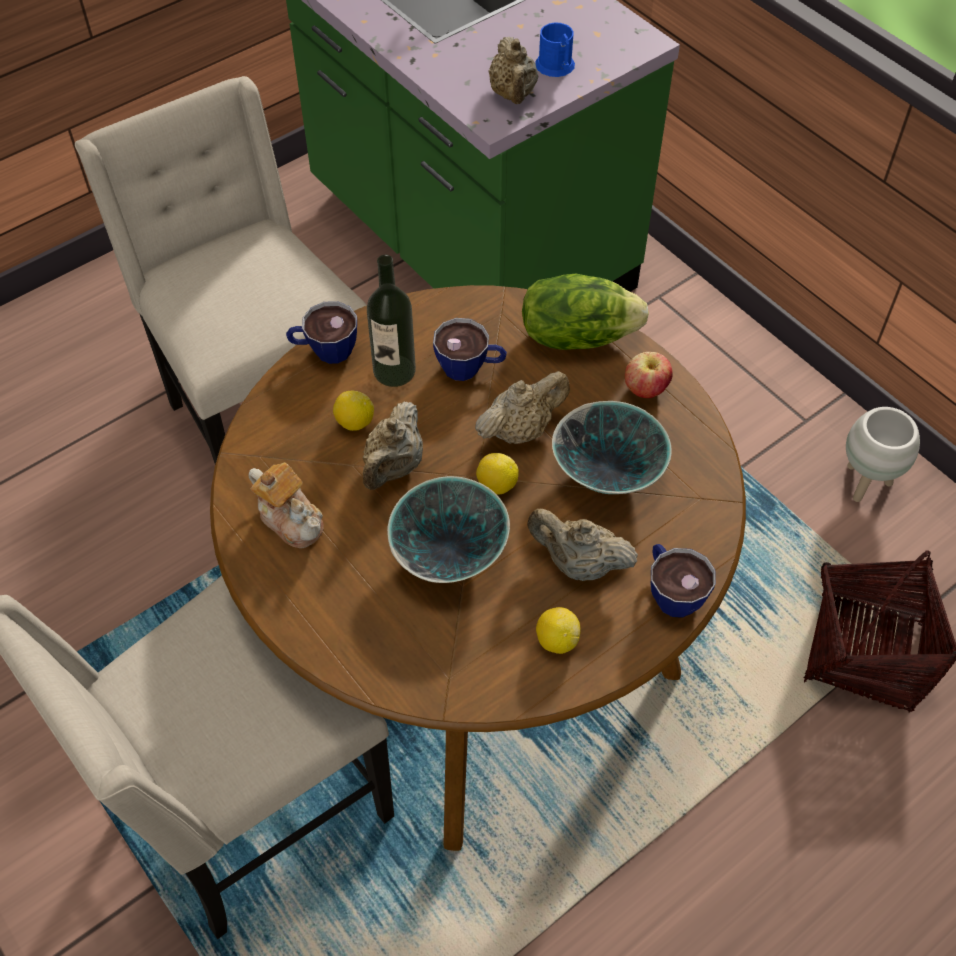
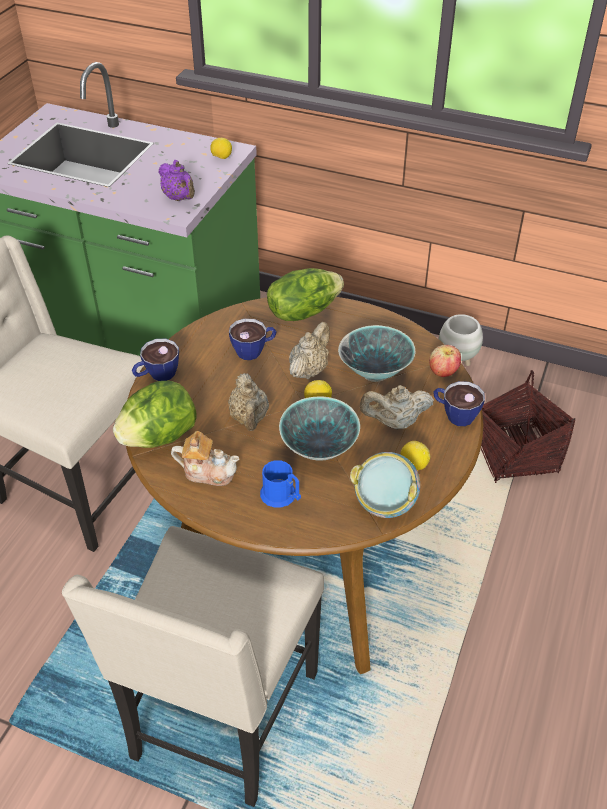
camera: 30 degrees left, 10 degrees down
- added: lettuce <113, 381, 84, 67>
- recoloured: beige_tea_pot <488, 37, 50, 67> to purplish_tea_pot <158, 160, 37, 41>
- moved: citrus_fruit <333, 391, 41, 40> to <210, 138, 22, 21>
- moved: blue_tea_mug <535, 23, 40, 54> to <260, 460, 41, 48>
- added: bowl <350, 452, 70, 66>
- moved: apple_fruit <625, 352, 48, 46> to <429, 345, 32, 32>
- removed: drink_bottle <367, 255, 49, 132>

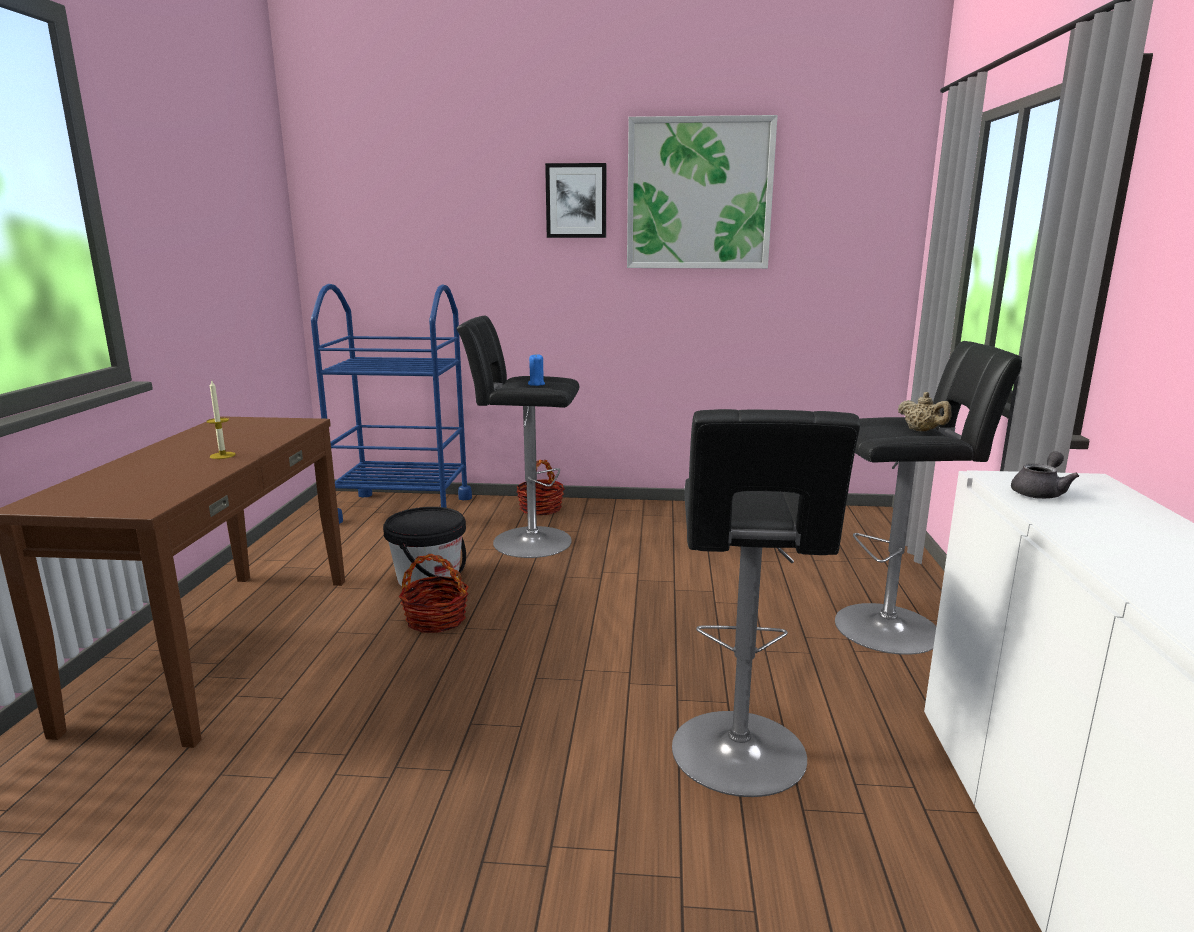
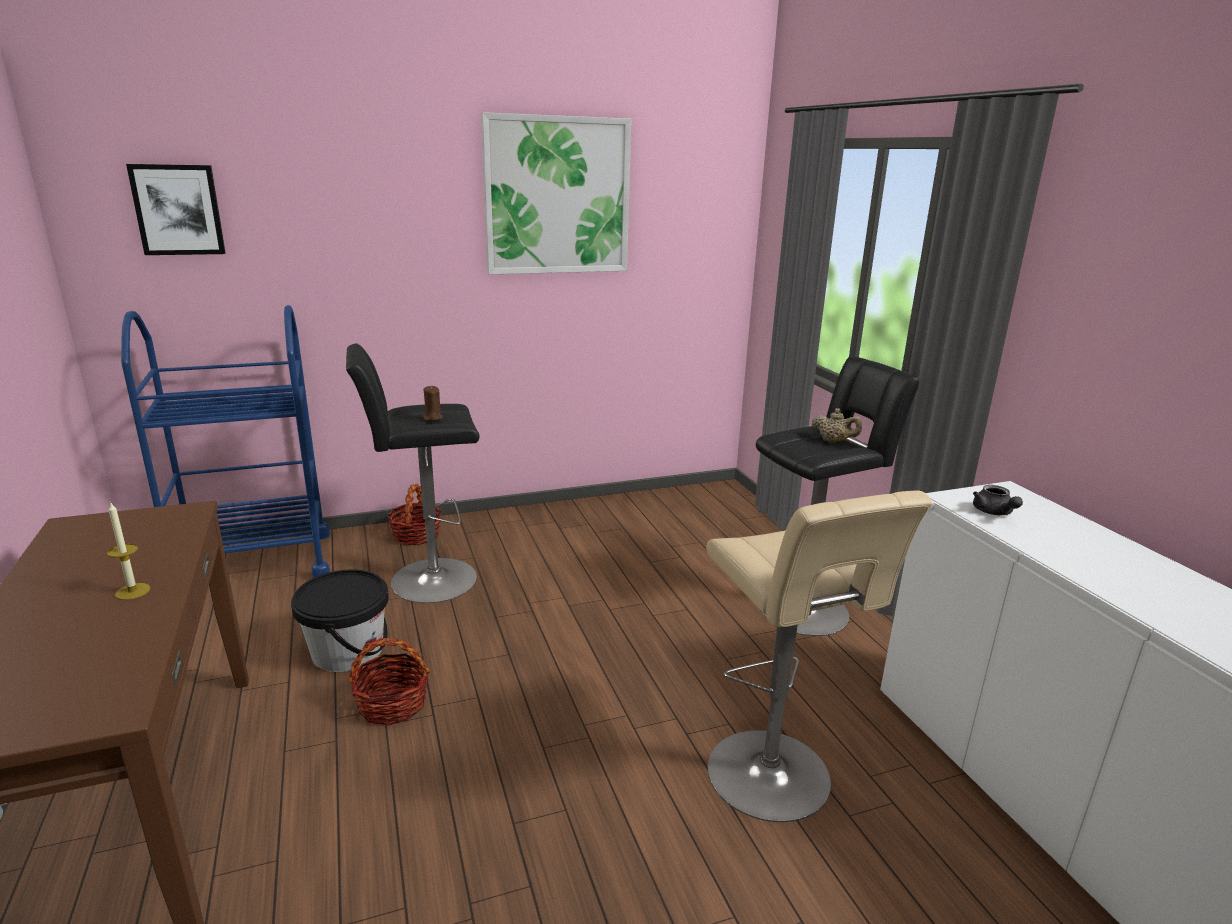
camera: 25 degrees left, 5 degrees up
- moved: wall_art <545, 163, 61, 75> to <126, 164, 100, 91>
- recoloured: blue_candle <528, 354, 17, 32> to brownish_candle <422, 386, 21, 35>
- recoloured: black-coloured_stool <672, 409, 188, 388> to beige_stool <706, 490, 226, 332>
- turned: grey_tea_pot <1011, 451, 68, 48> = <973, 485, 50, 30> 150 degrees clockwise

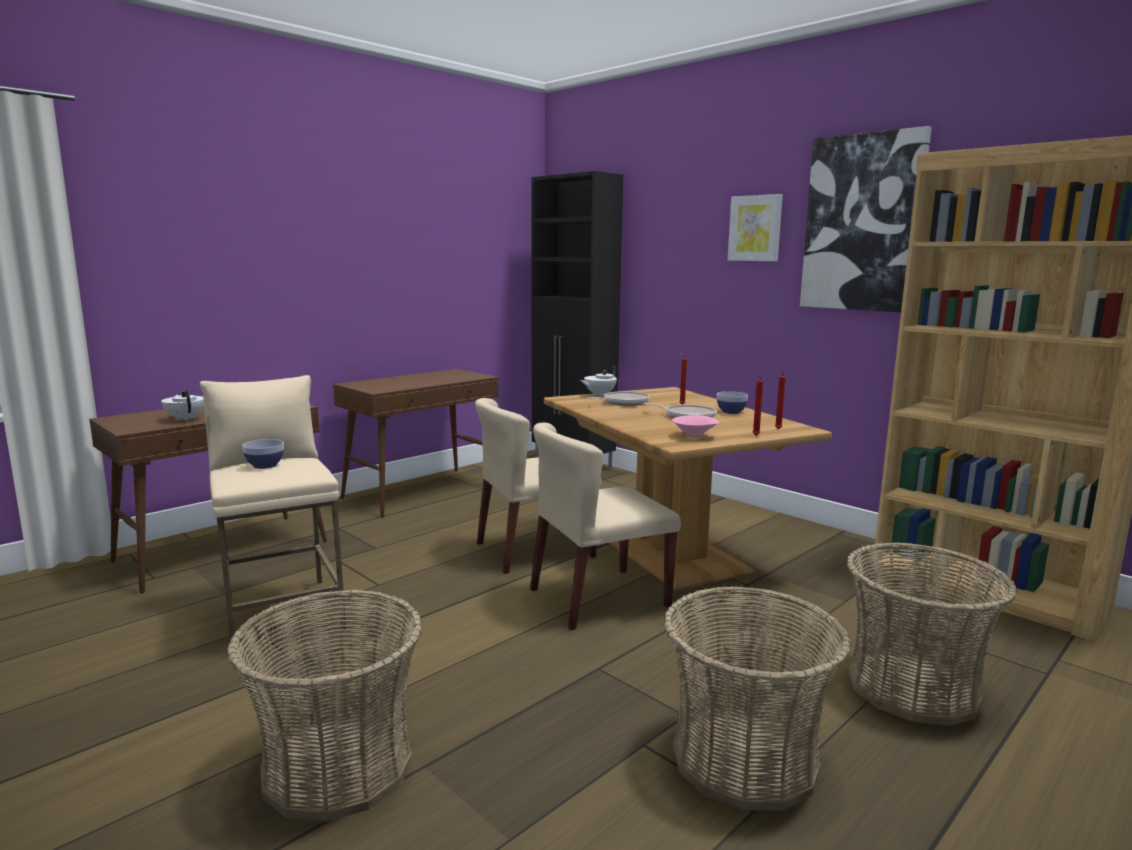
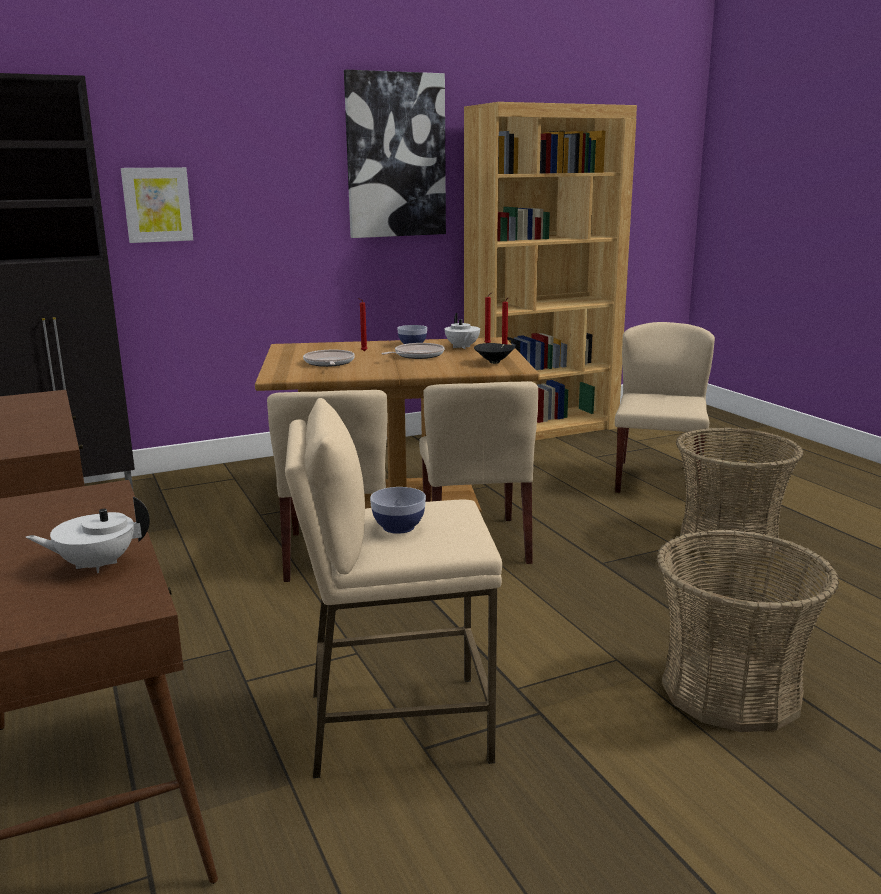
camera: 70 degrees left, 5 degrees up
- moved: wall_art <728, 194, 55, 67> to <121, 167, 72, 76>
- moved: white-coloured_tea_pot <580, 365, 39, 31> to <444, 313, 36, 36>
- recoloured: pinkish_bowl <672, 415, 47, 23> to black-coloured_bowl <474, 343, 41, 21>
- replaced: storage_basket <846, 542, 171, 184> to beige_chair <615, 322, 100, 176>

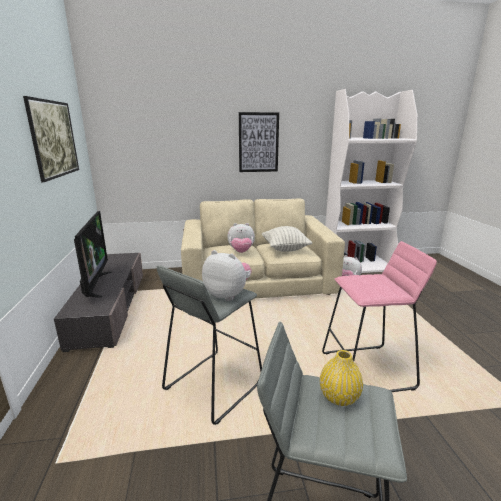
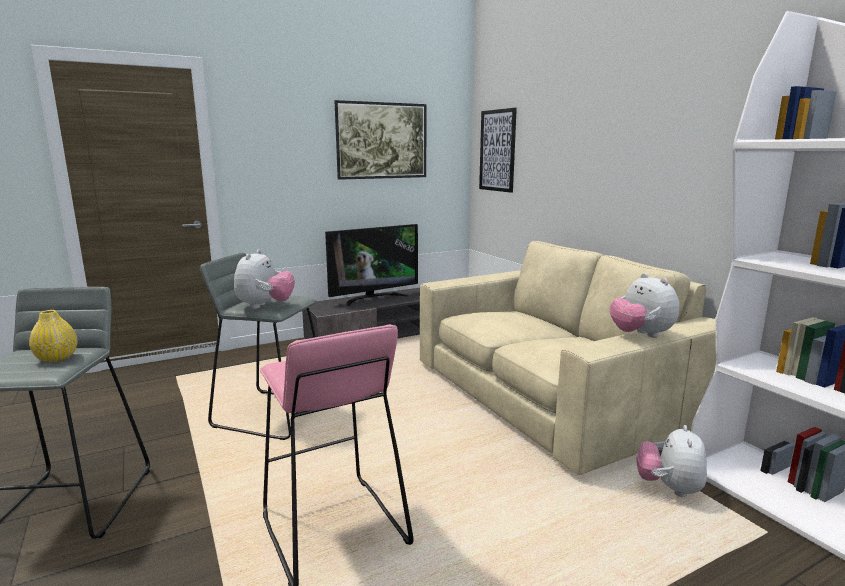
camera: 70 degrees right, 5 degrees down
- moved: wall_art <239, 112, 40, 60> to <479, 108, 38, 85>
- moved: soft_toy <227, 223, 28, 30> to <610, 273, 69, 65>
- removed: pillow <262, 226, 50, 26>

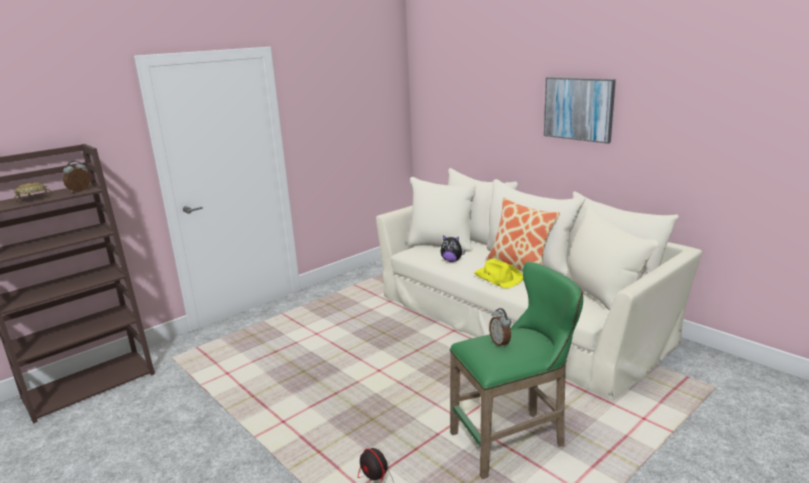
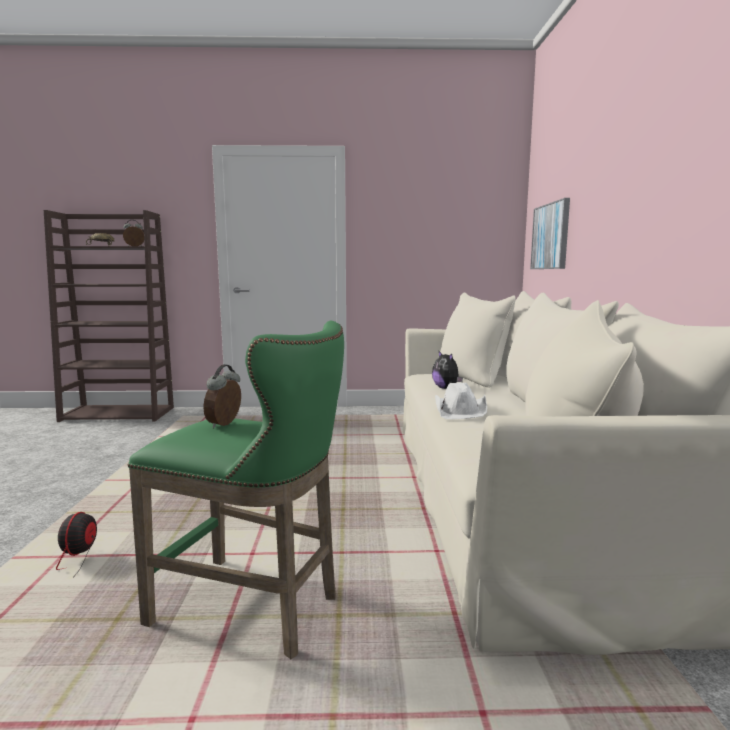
camera: 40 degrees right, 10 degrees down
- recoloured: yellowish_wearable_hat <474, 259, 50, 29> to white-coloured_wearable_hat <435, 383, 52, 36>
- moved: wall_art <544, 77, 72, 67> to <530, 198, 40, 71>
- removed: pillow <486, 198, 74, 74>

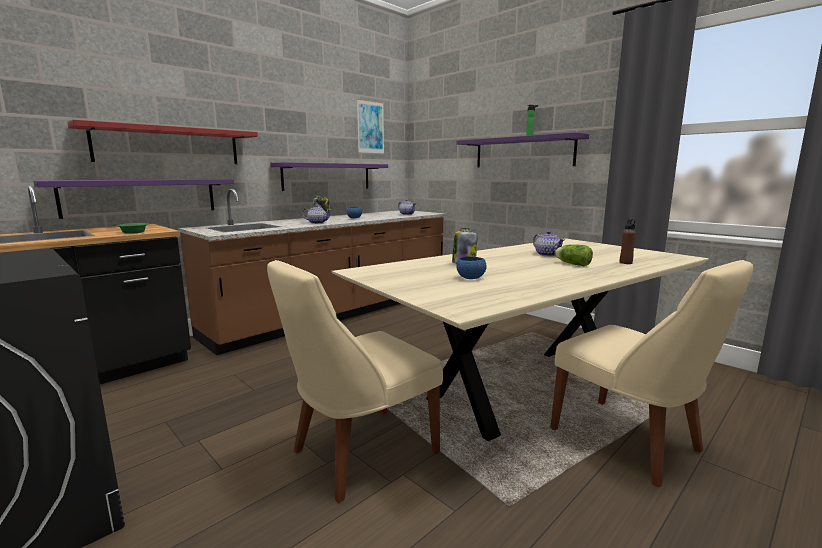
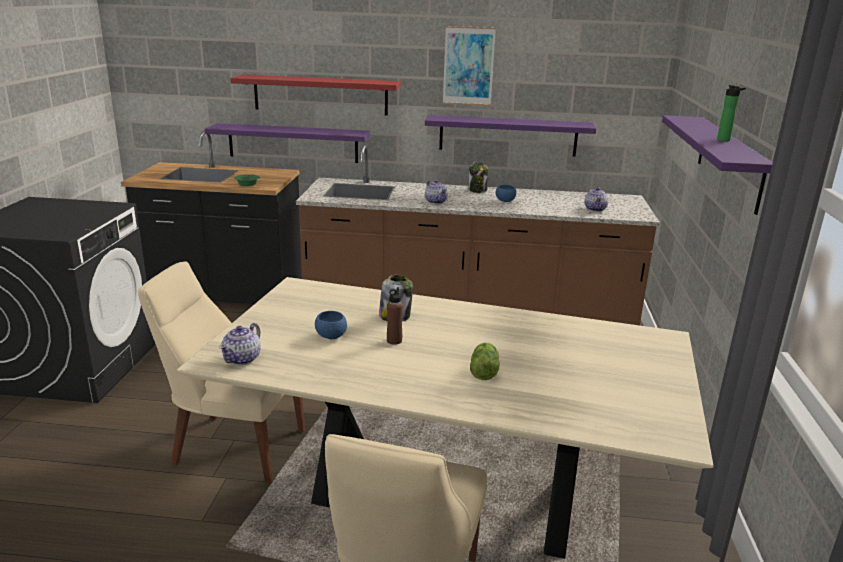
camera: 50 degrees right, 10 degrees up
- moved: tea_pot <533, 231, 32, 26> to <219, 323, 42, 42>
- moved: brownish_drink_bottle <619, 219, 17, 45> to <387, 287, 16, 58>
- moved: wall_art <357, 98, 27, 56> to <443, 26, 53, 80>

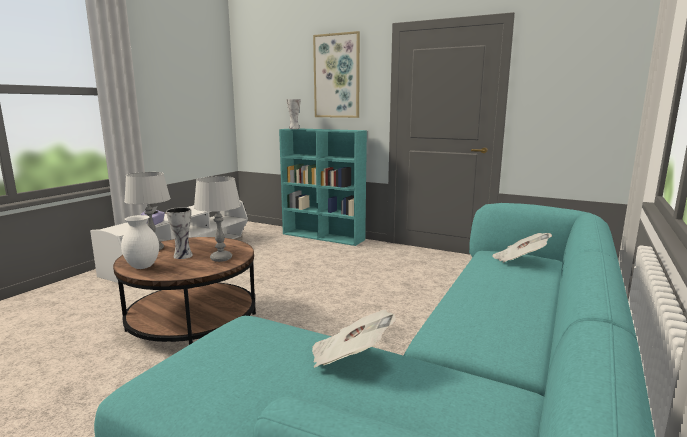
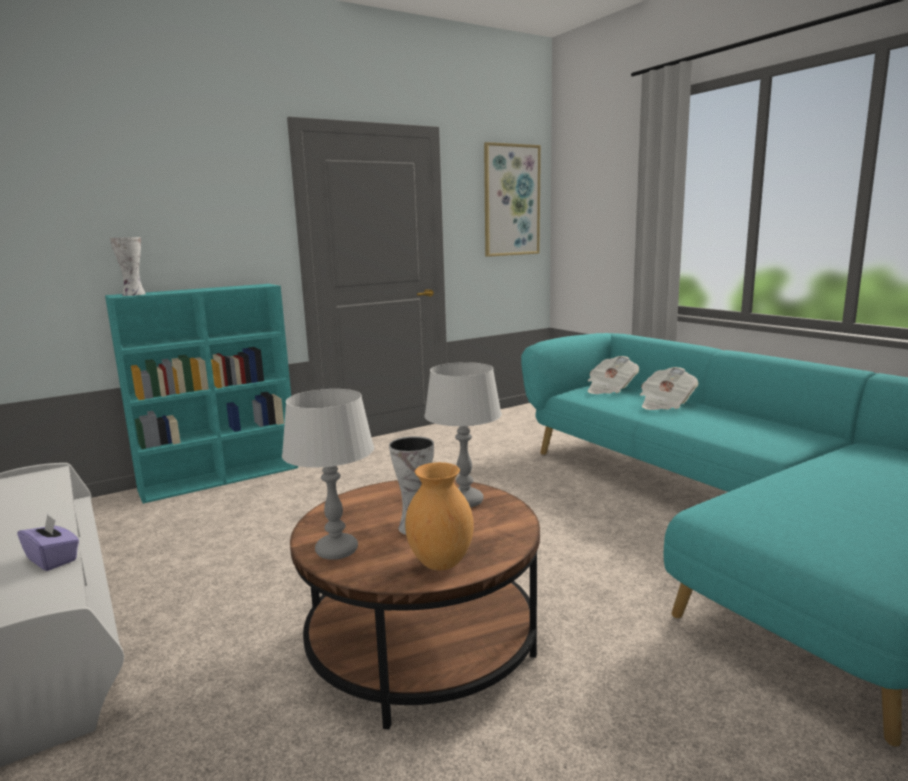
camera: 60 degrees left, 0 degrees up
- recoloured: white-coloured_vase <121, 215, 38, 54> to brownish_vase <405, 462, 68, 108>
- moved: wall_art <313, 31, 47, 87> to <484, 142, 57, 115>
- moved: newspaper <312, 309, 84, 59> to <640, 367, 59, 43>

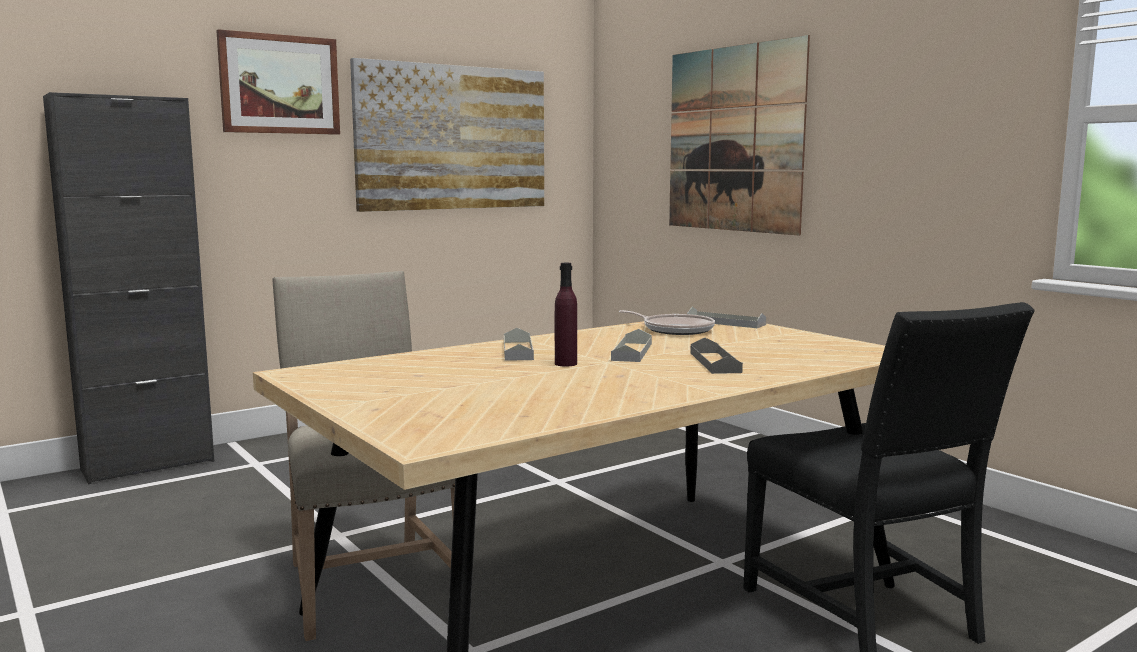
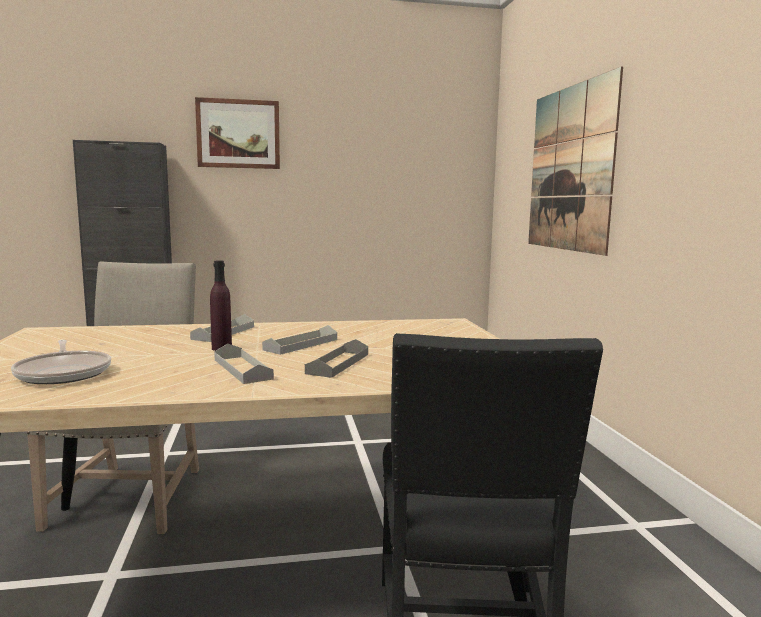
camera: 25 degrees right, 0 degrees up
- moved: pan <619, 310, 96, 25> to <11, 340, 100, 44>
- moved: grey_serving_tray <687, 307, 79, 21> to <214, 344, 60, 40>
- removed: wall_art <350, 58, 194, 154>

